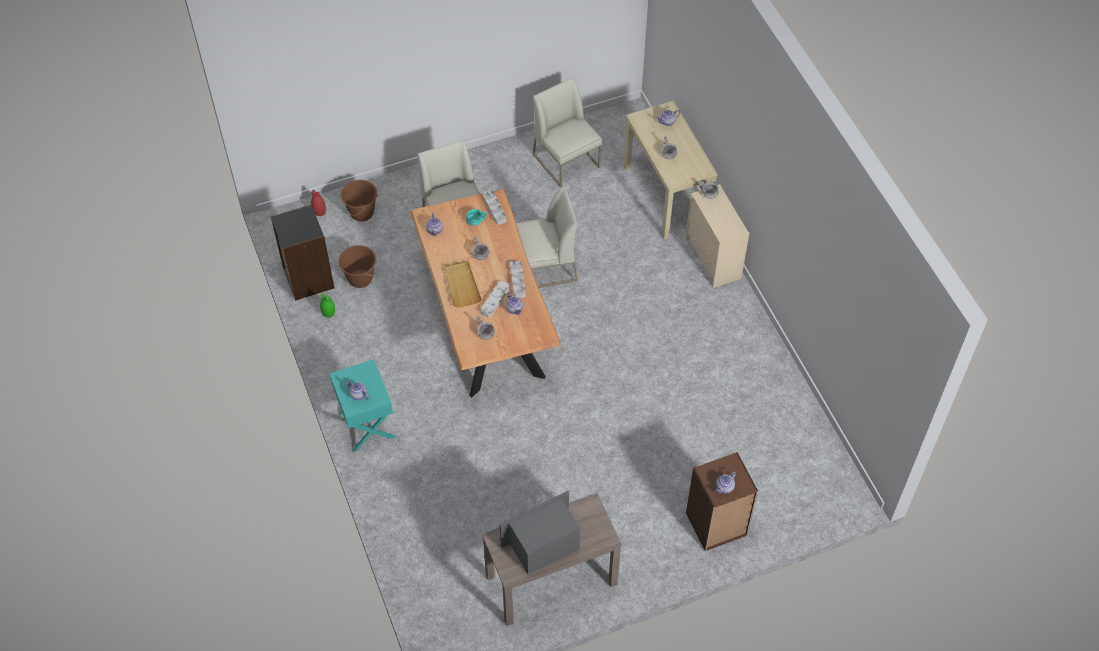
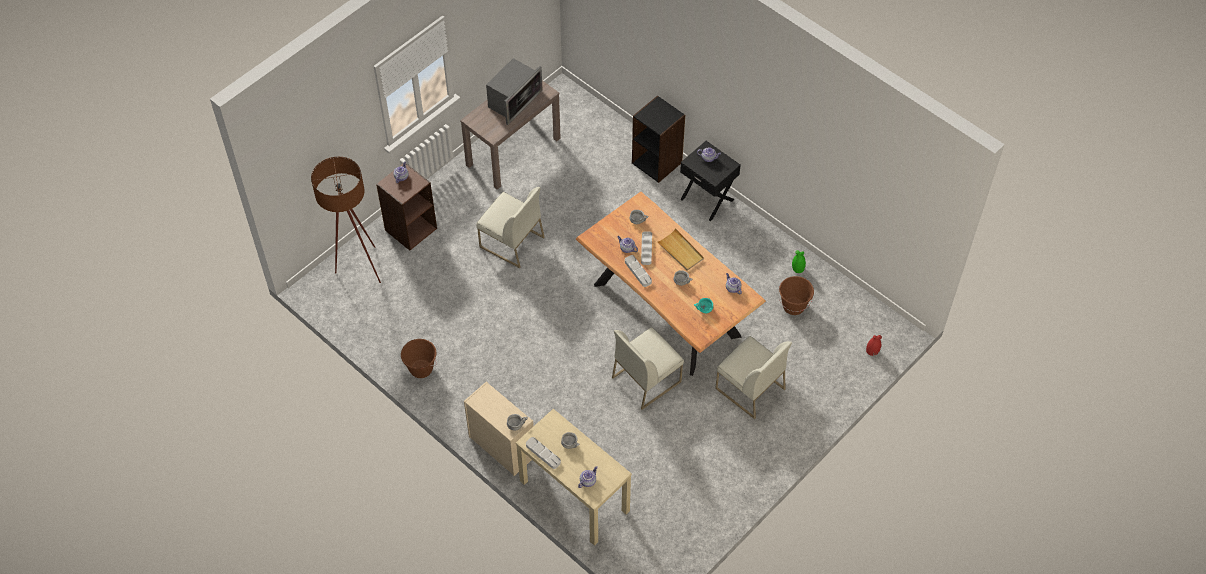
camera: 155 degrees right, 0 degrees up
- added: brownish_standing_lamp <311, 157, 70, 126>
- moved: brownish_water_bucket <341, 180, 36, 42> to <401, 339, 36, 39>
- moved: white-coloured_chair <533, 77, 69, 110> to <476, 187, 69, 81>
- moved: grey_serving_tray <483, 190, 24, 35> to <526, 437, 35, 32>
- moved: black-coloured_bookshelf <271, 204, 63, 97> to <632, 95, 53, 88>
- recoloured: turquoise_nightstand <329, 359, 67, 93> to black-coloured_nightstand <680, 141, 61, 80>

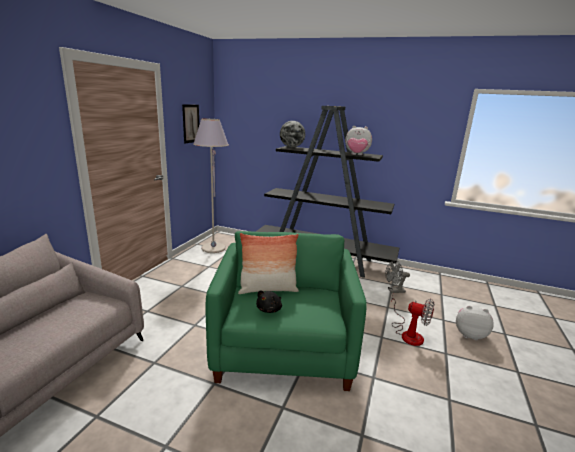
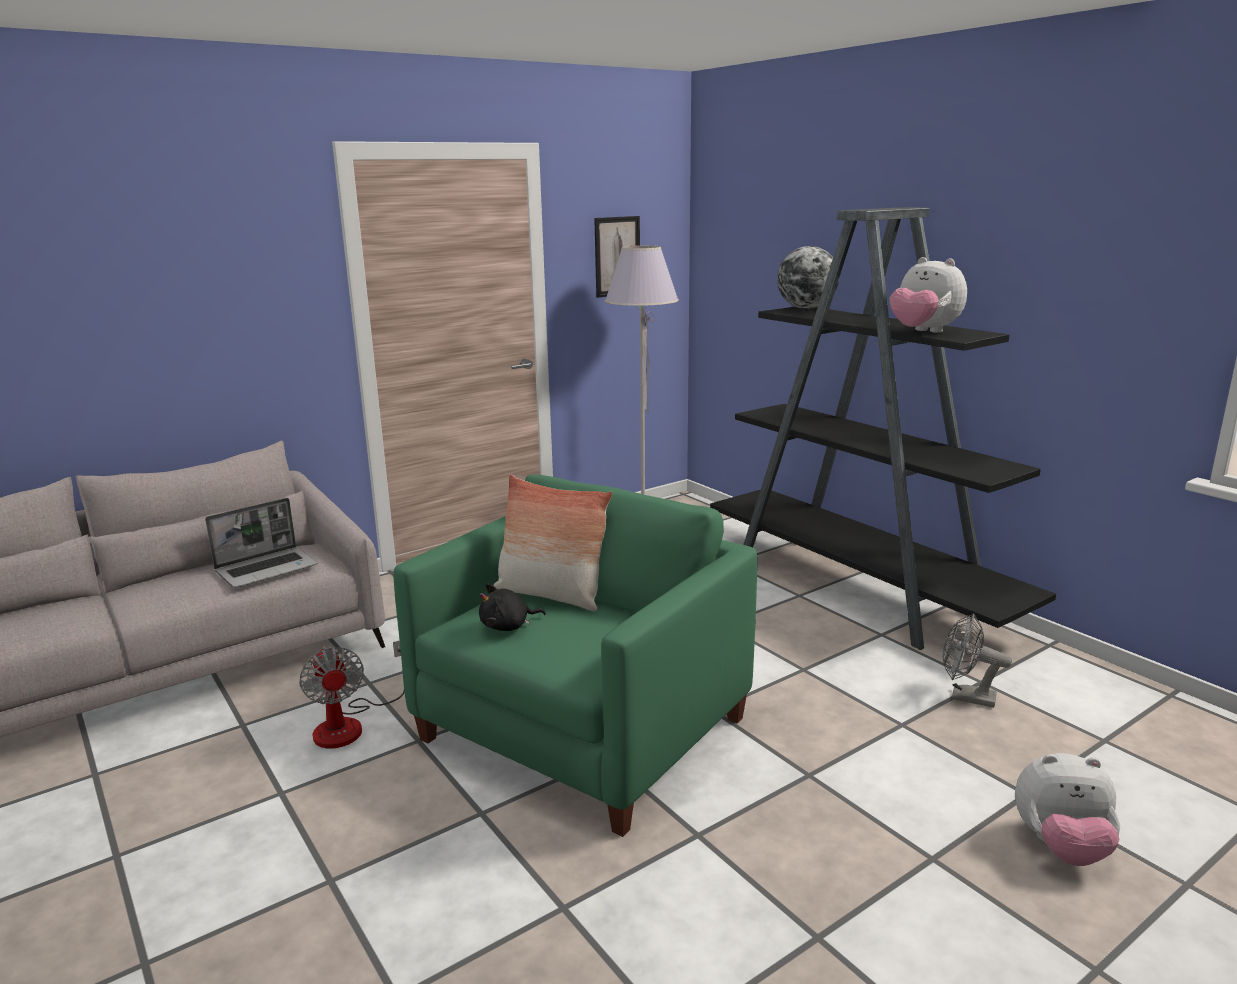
camera: 35 degrees right, 0 degrees up
- added: portable_computer <205, 498, 113, 90>
- moved: cooling_fan <391, 295, 43, 51> to <299, 641, 106, 107>
- turned: soft_toy <456, 306, 38, 34> = <1015, 753, 105, 113> 135 degrees clockwise

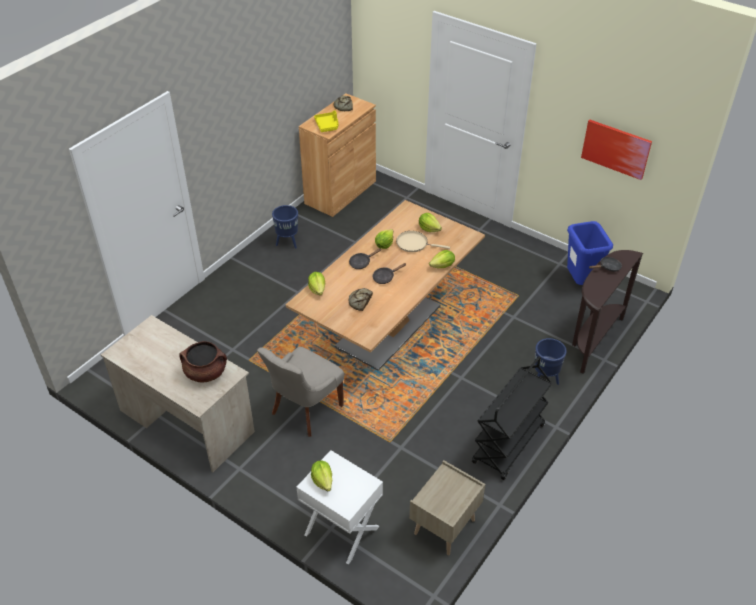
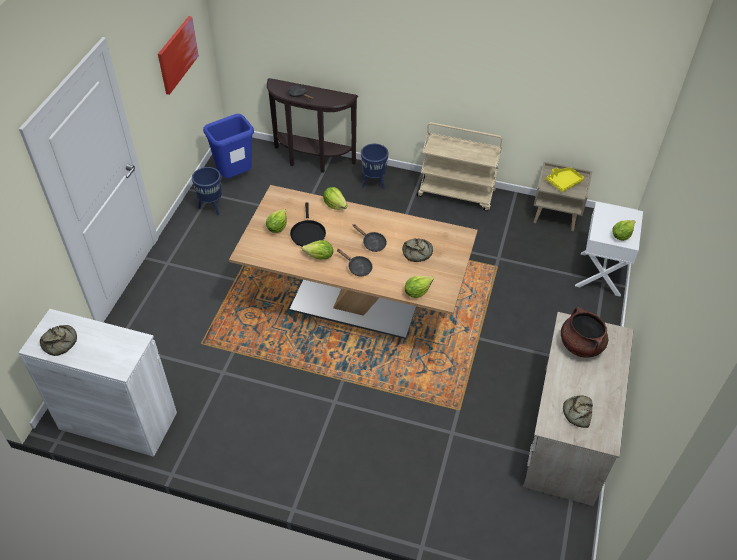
camera: 110 degrees left, 5 degrees up
- recoloured: brownish_cabinet <299, 93, 77, 124> to white-coloured_cabinet <18, 309, 159, 148>
- moved: blue_plant_pot <272, 205, 26, 44> to <192, 167, 30, 48>
- recoloured: beige_pan <396, 231, 54, 21> to black-coloured_pan <290, 202, 36, 44>
- recoloured: black-coloured_cart <472, 356, 80, 124> to beige_cart <417, 122, 85, 89>
- moved: yellowish_serving_tray <314, 110, 24, 22> to <546, 167, 38, 25>
- added: bakery_bread <563, 395, 30, 33>
- removed: grey_chair <257, 347, 87, 90>

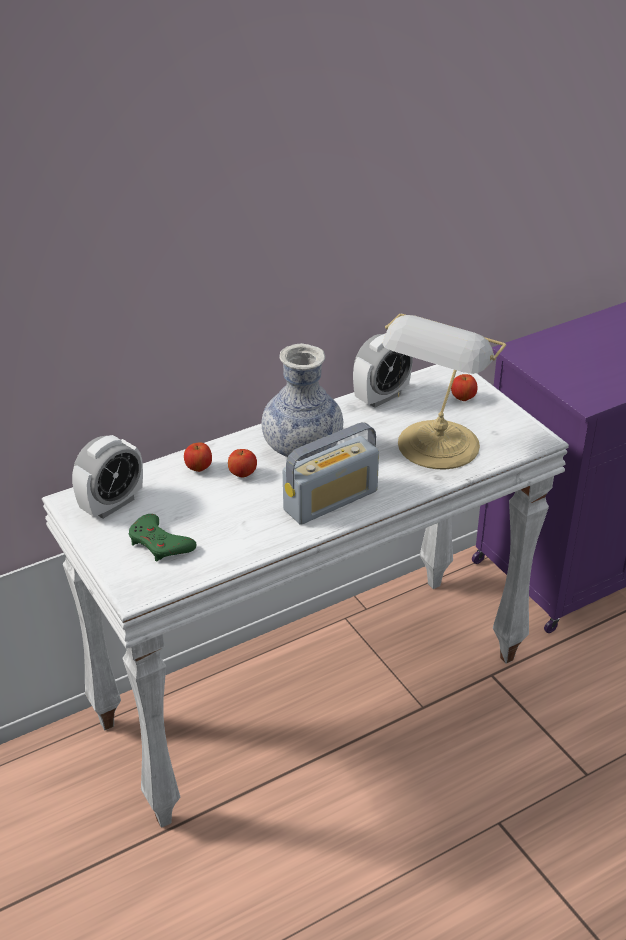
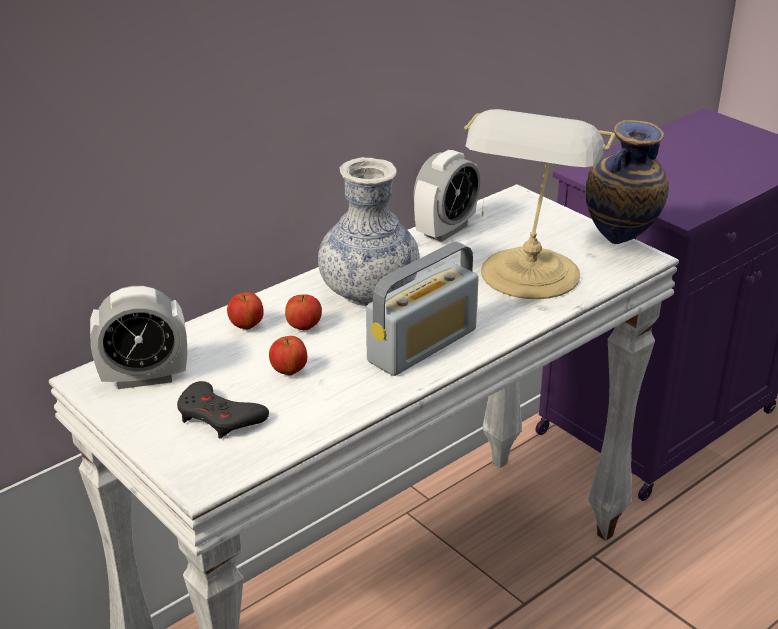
camera: 10 degrees left, 5 degrees down
- turned: alarm_clock <72, 435, 71, 84> = <90, 286, 97, 103> 45 degrees clockwise
- recoloured: green_joypad <129, 514, 68, 48> to grey_joypad <177, 381, 92, 58>
- moved: apple_fruit <451, 374, 26, 27> to <269, 336, 38, 39>
- added: vase <586, 120, 83, 124>

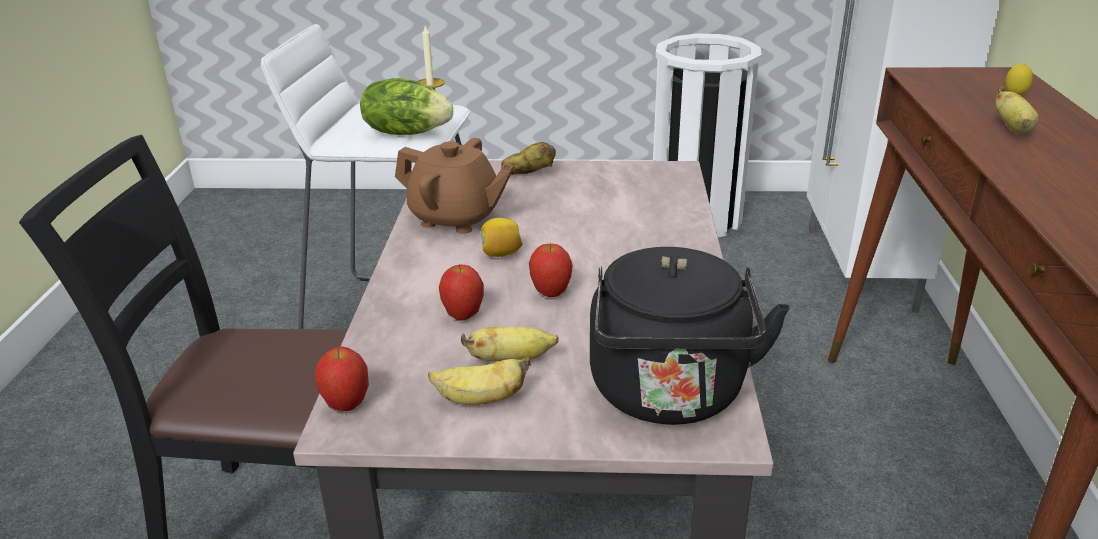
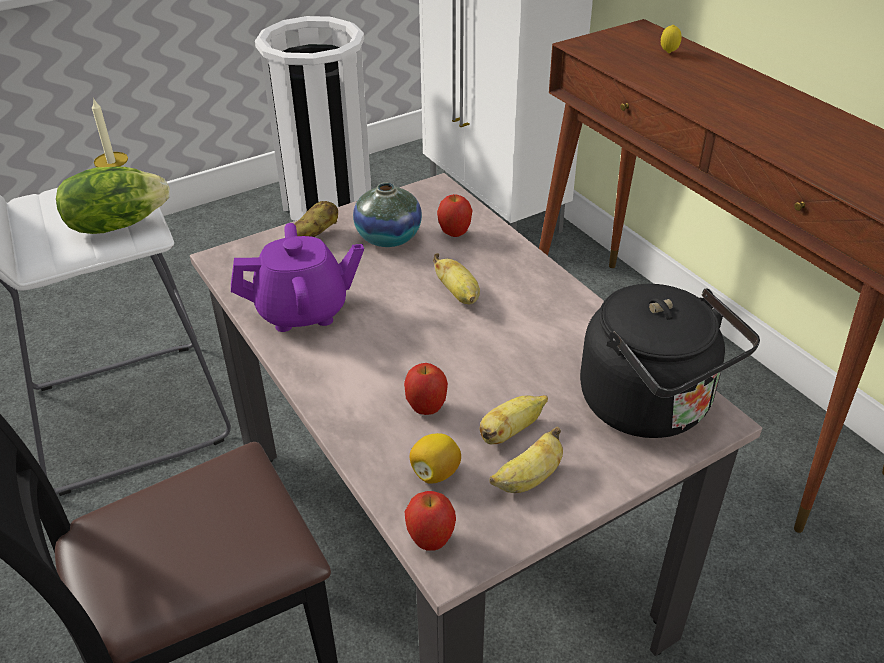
camera: 35 degrees left, 10 degrees up
- recoloured: brownish_tea_pot <395, 138, 119, 96> to purplish_tea_pot <231, 223, 133, 109>
- added: vase <353, 183, 69, 64>
- moved: citrus_fruit <481, 218, 42, 39> to <410, 433, 51, 51>
- moved: banana_fruit <995, 87, 43, 47> to <433, 253, 47, 51>
- moved: apple_fruit <529, 243, 44, 54> to <437, 194, 35, 43>

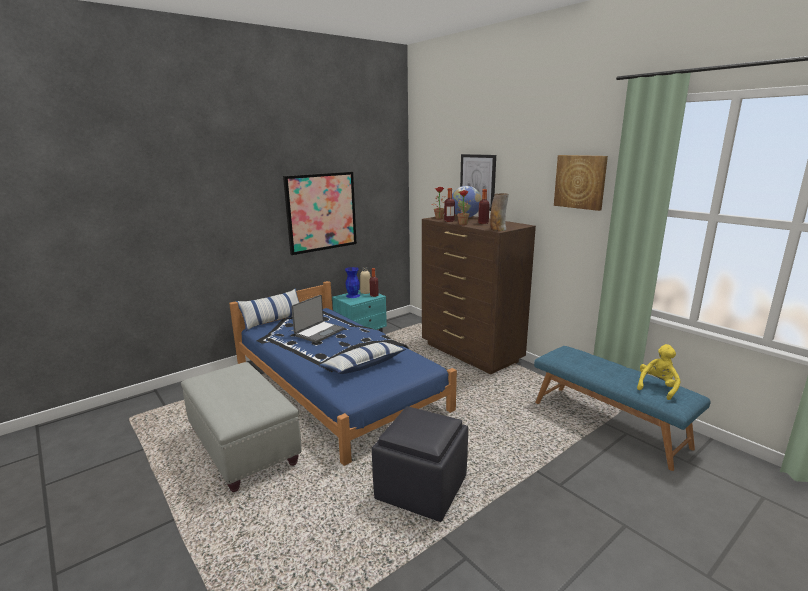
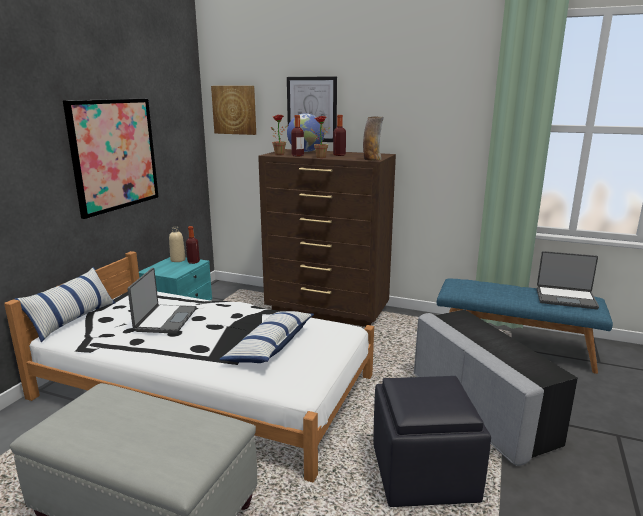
camera: 30 degrees left, 0 degrees up
- recoloured: blue_sleeping_bed <229, 281, 228, 185> to white-coloured_sleeping_bed <4, 251, 370, 231>
- moved: wall_art <554, 155, 54, 56> to <211, 86, 45, 49>
- added: grey_pouffe <414, 310, 164, 156>
- replaced: yellowish_soft_toy <637, 344, 44, 56> to portable_computer <537, 251, 62, 58>
- removed: blue_vase <345, 267, 15, 31>

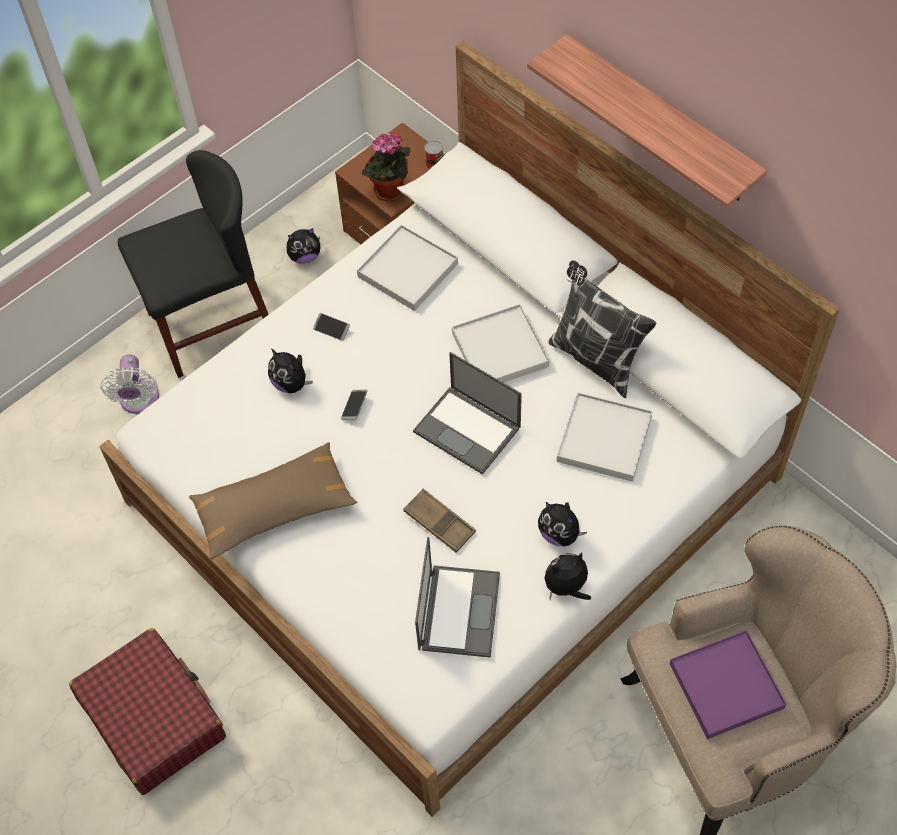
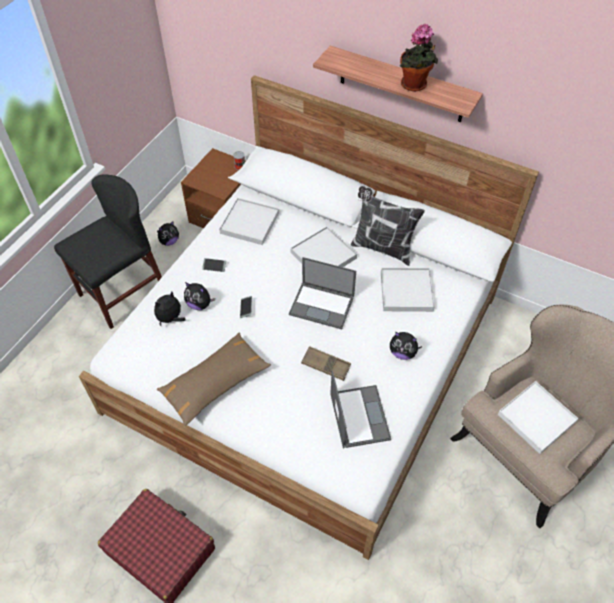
camera: 20 degrees left, 5 degrees down
- moved: soft_toy <544, 552, 47, 49> to <154, 292, 32, 34>
- moved: houseplant <361, 133, 50, 68> to <400, 23, 38, 69>
- recoloured: purplish_serving_tray <670, 630, 116, 109> to white-coloured_serving_tray <498, 381, 81, 73>
- removed: white-coloured_cooling_fan <100, 355, 59, 59>

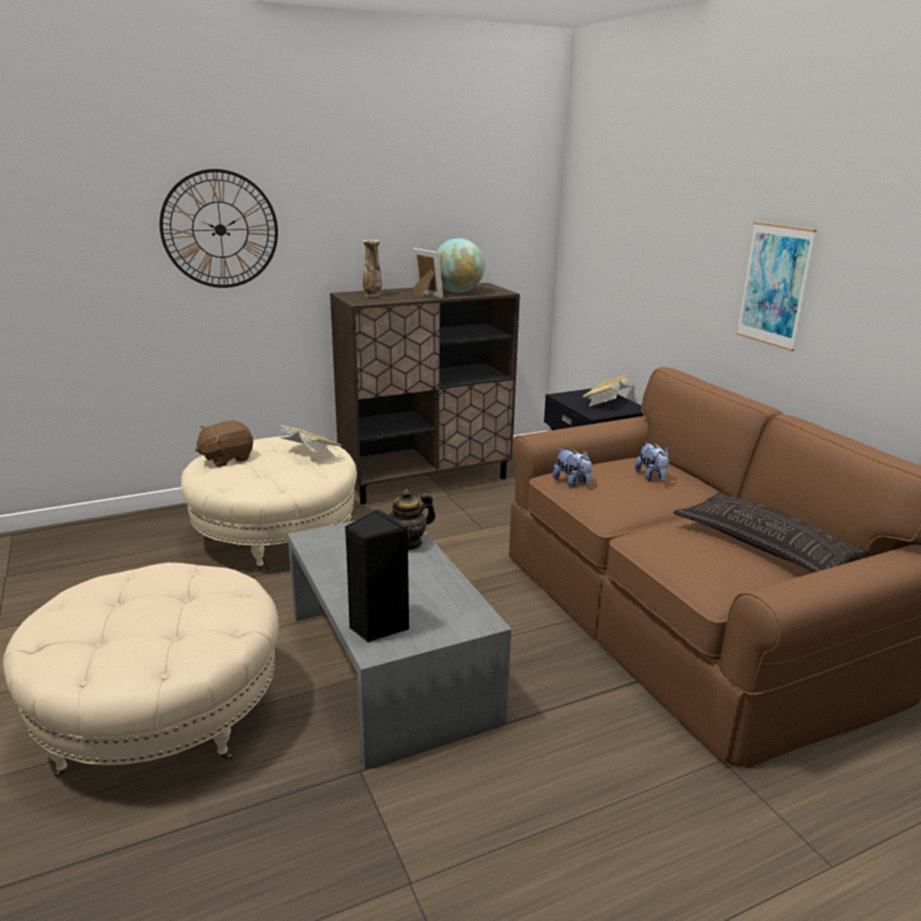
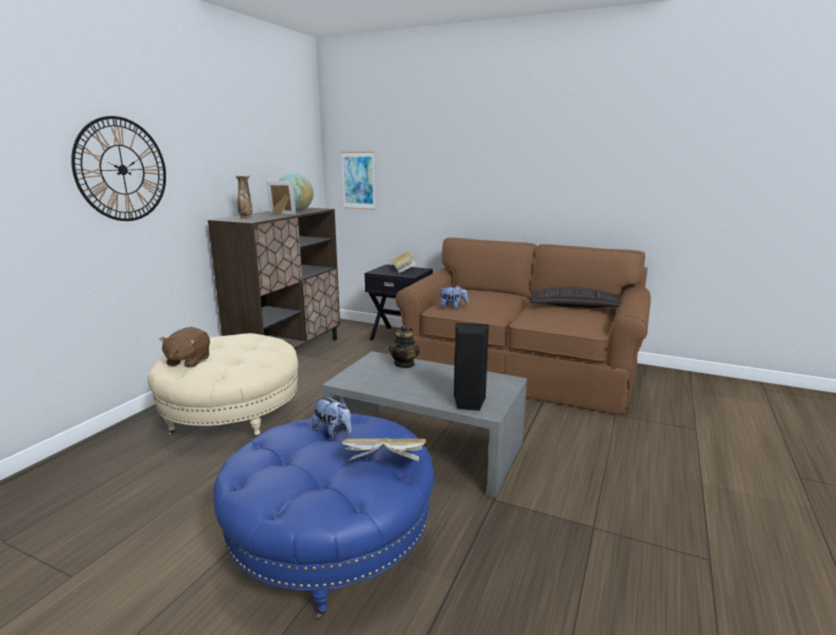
camera: 40 degrees left, 5 degrees down
- recoloured: beige_pouffe <3, 563, 276, 215> to blue_pouffe <213, 413, 222, 208>
- moved: soft_toy <635, 442, 34, 39> to <312, 397, 40, 40>
- moved: wall_art <736, 222, 80, 129> to <341, 152, 34, 58>
- moved: volume <280, 424, 63, 32> to <341, 438, 85, 23>

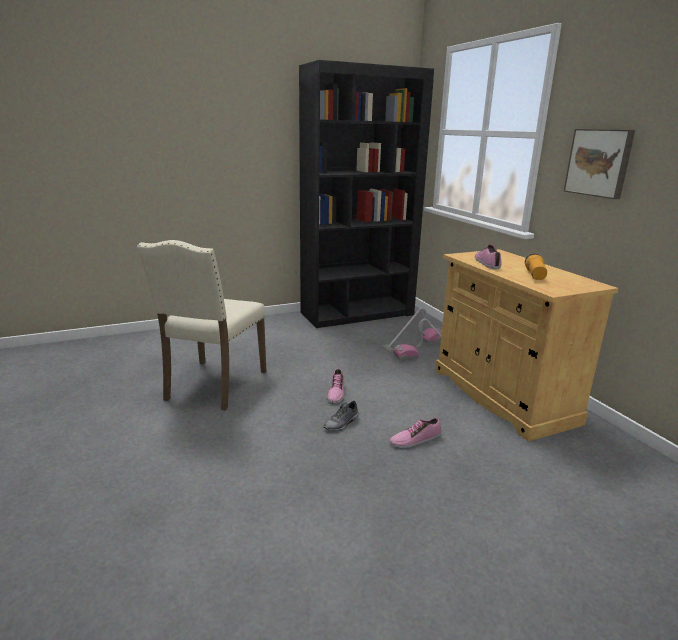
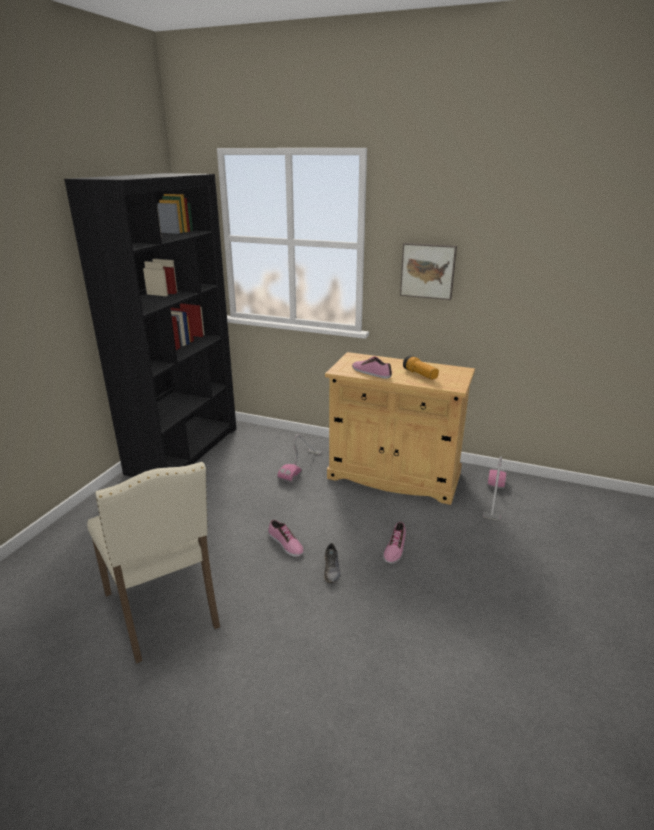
camera: 45 degrees left, 5 degrees up
- moved: vacuum_cleaner <382, 308, 60, 44> to <483, 456, 23, 64>

